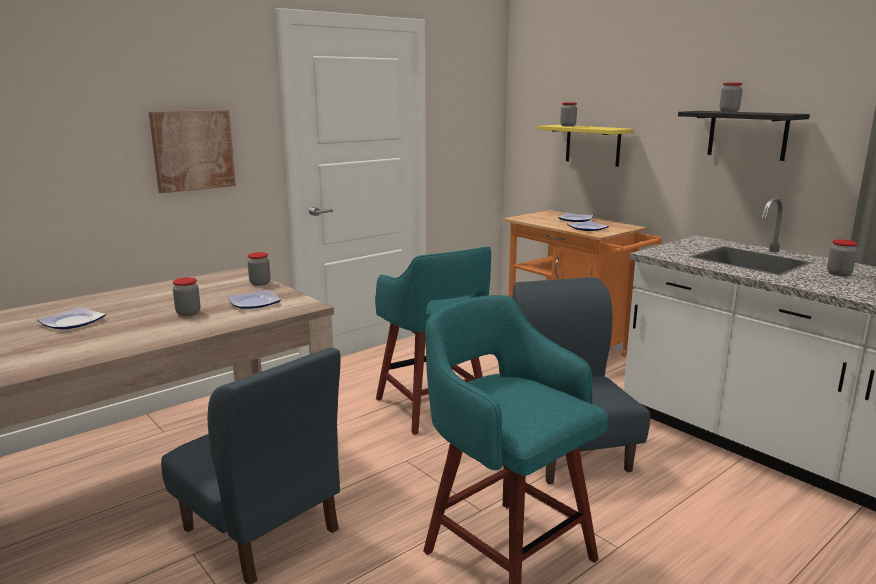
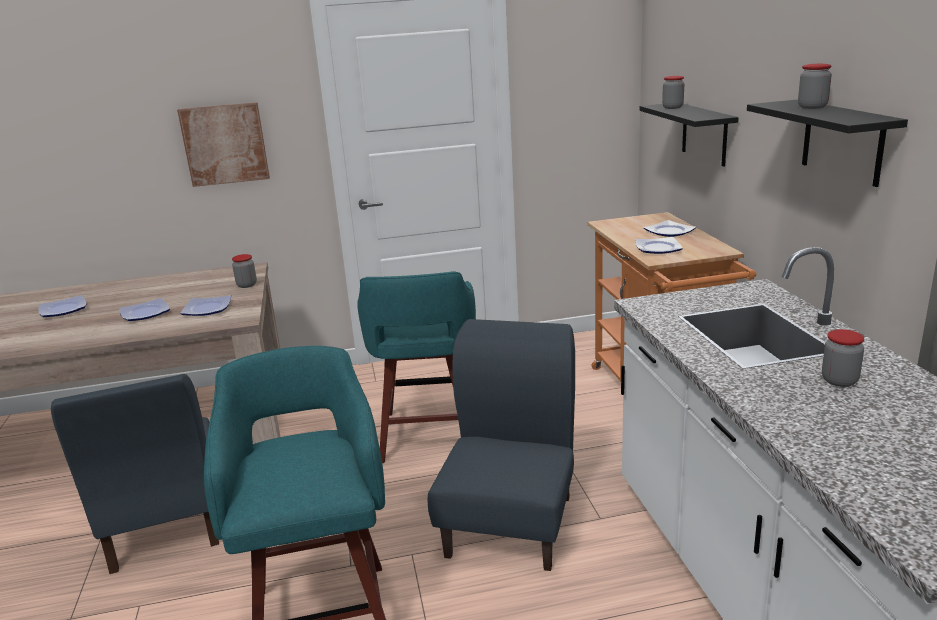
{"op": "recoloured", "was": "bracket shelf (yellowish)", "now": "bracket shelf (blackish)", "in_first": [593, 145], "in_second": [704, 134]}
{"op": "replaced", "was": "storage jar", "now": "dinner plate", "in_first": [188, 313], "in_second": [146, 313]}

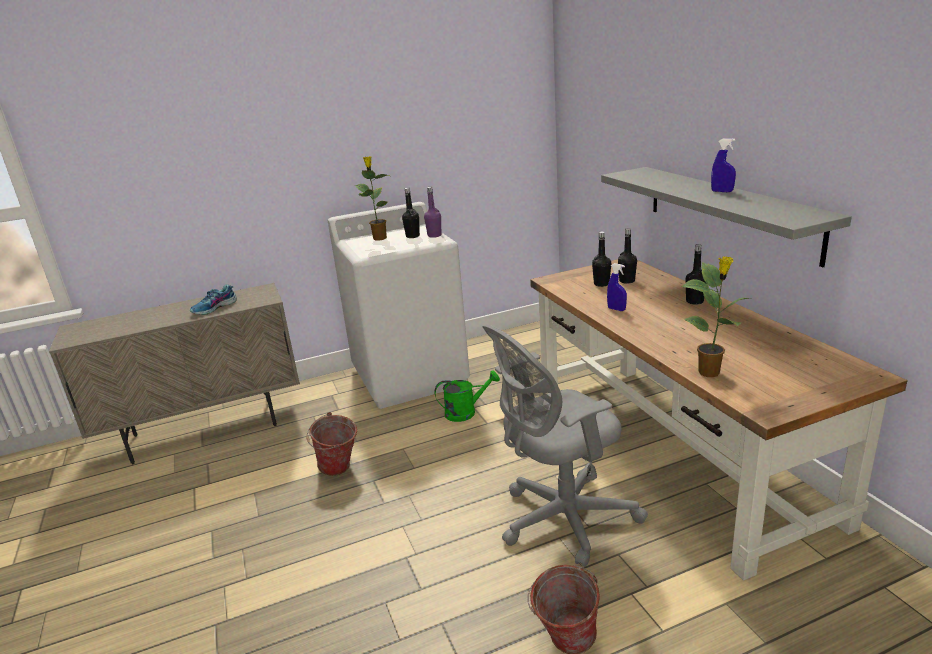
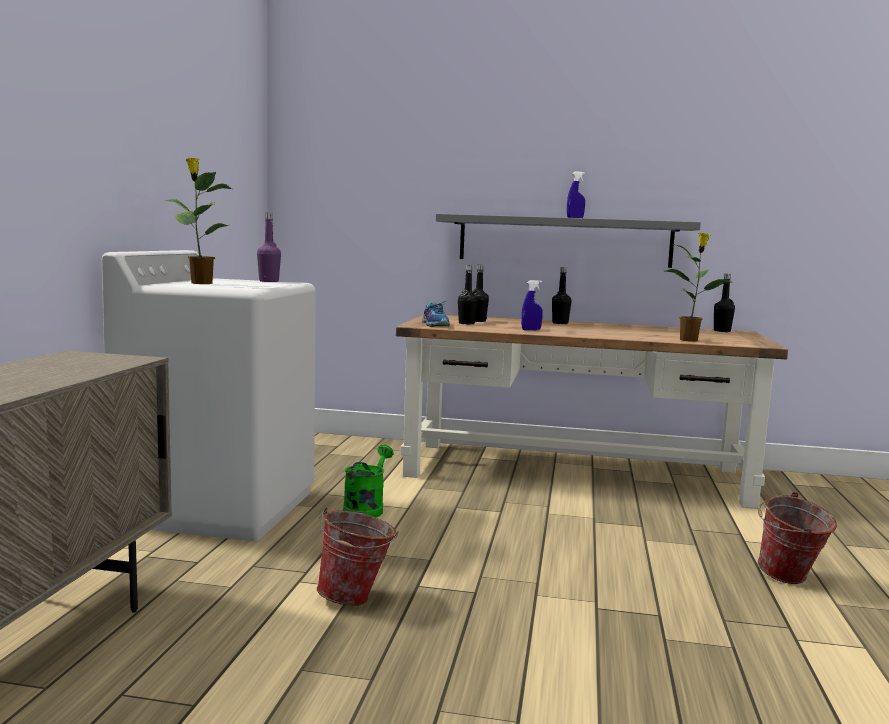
{"op": "moved", "was": "drink bottle (blackish)", "in_first": [412, 236], "in_second": [722, 331]}
{"op": "moved", "was": "low shoe", "in_first": [214, 308], "in_second": [435, 324]}
{"op": "removed", "was": "desk chair (grey)", "in_first": [561, 520]}

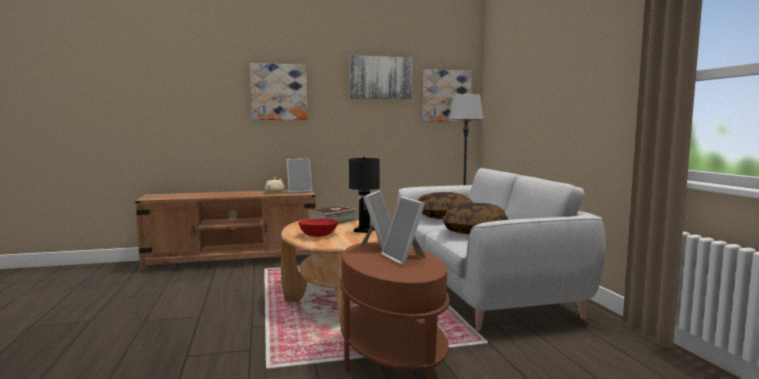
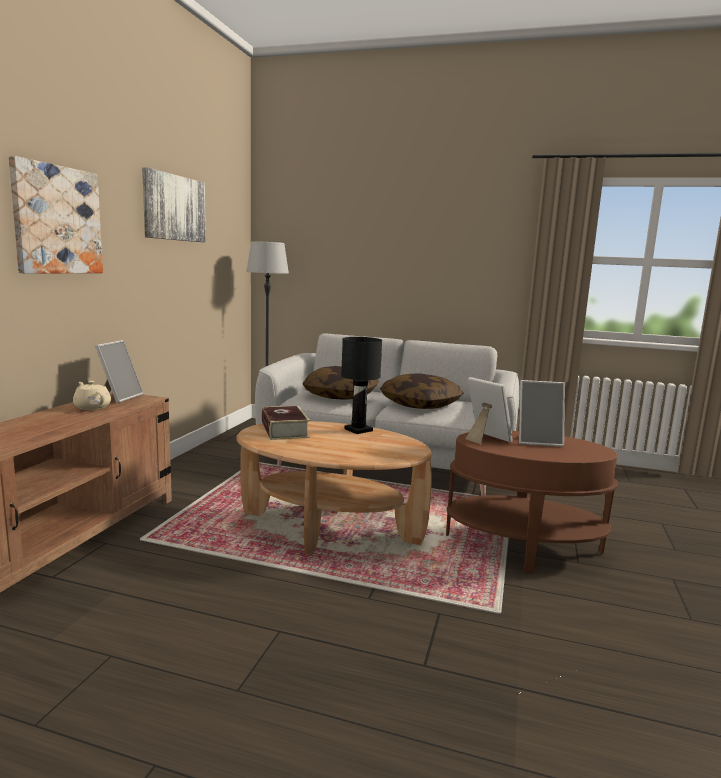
{"op": "removed", "was": "wall picture", "in_first": [446, 96]}
{"op": "removed", "was": "deep dish (red-coloured)", "in_first": [318, 235]}

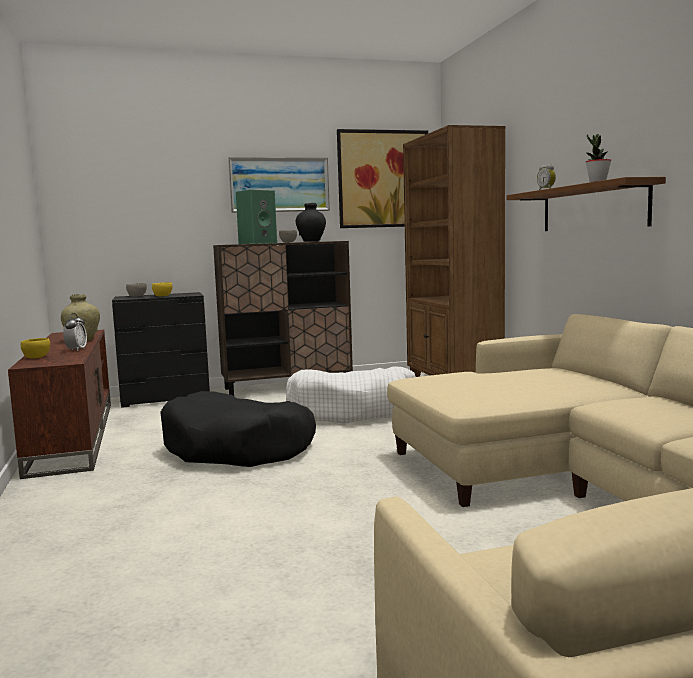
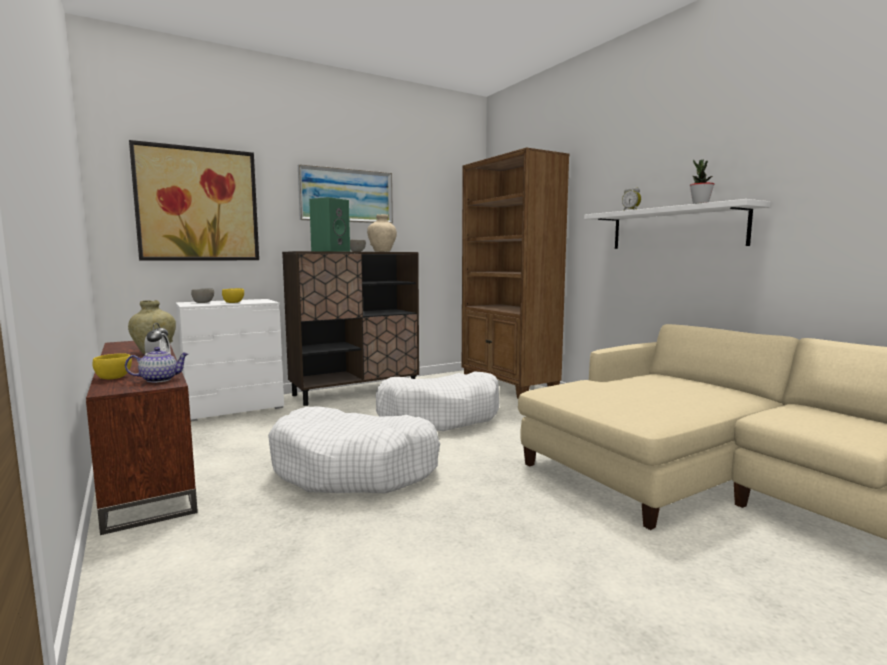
{"op": "moved", "was": "wall picture", "in_first": [383, 179], "in_second": [198, 204]}
{"op": "recoloured", "was": "bracket shelf (brown)", "now": "bracket shelf (whitish)", "in_first": [592, 208], "in_second": [675, 228]}
{"op": "recoloured", "was": "vase (blackish)", "now": "vase (beige)", "in_first": [311, 241], "in_second": [382, 251]}
{"op": "recoloured", "was": "chest of drawers (blackish)", "now": "chest of drawers (whitish)", "in_first": [166, 398], "in_second": [234, 408]}
{"op": "recoloured", "was": "dog cushion (blackish)", "now": "dog cushion (whitish)", "in_first": [238, 449], "in_second": [356, 469]}
{"op": "added", "now": "tea pot", "in_second": [159, 379]}

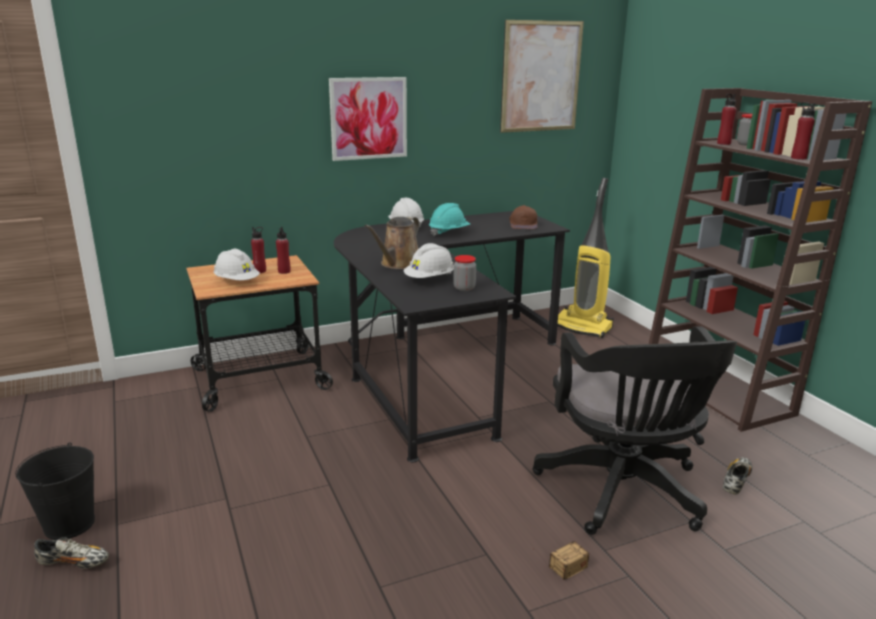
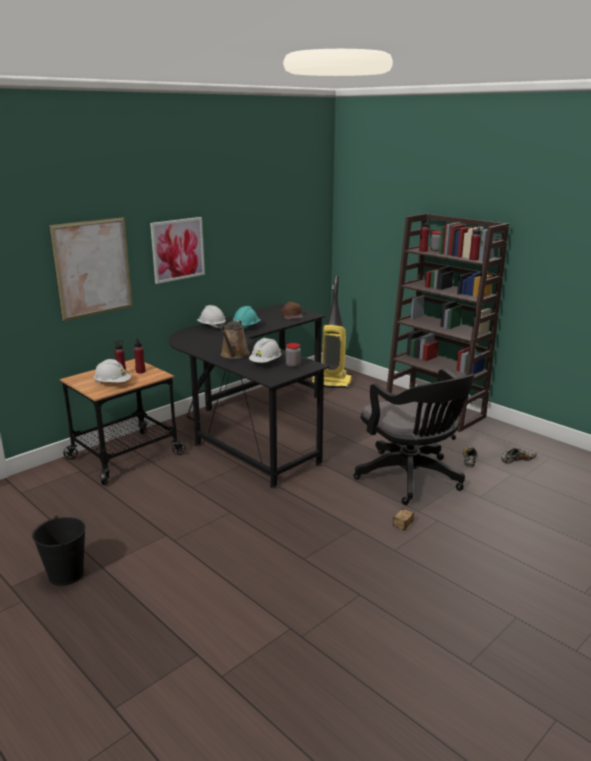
{"op": "moved", "was": "wall picture", "in_first": [541, 77], "in_second": [93, 268]}
{"op": "moved", "was": "low shoe", "in_first": [74, 563], "in_second": [518, 461]}

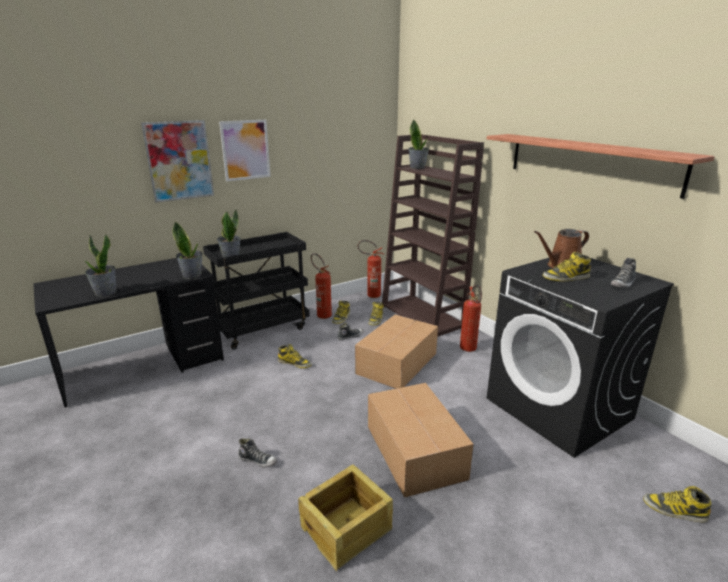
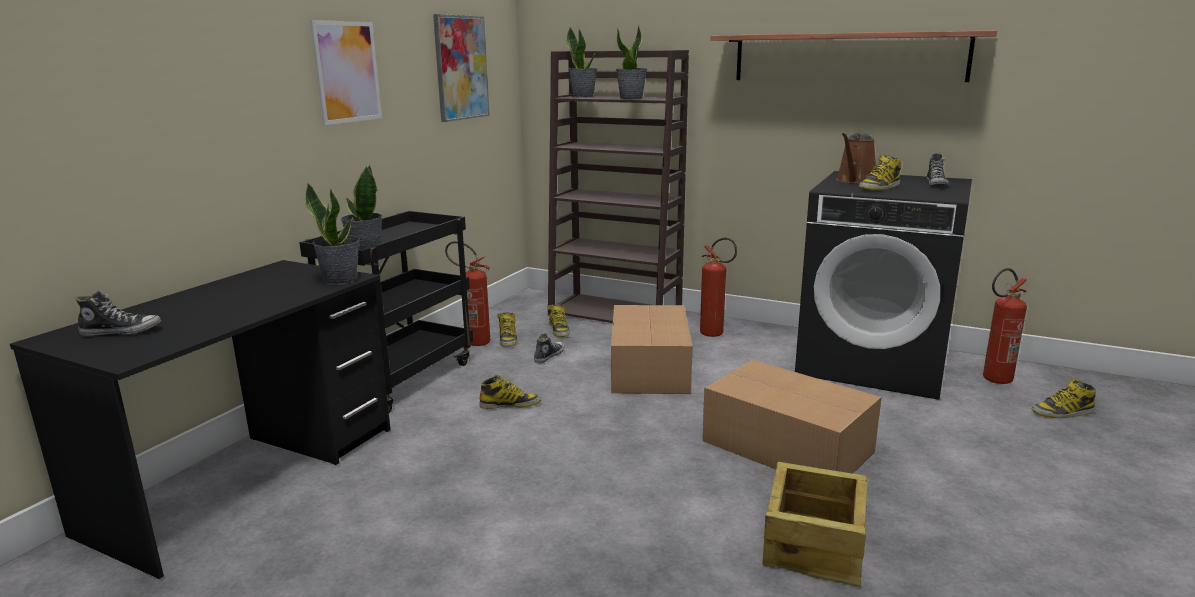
{"op": "moved", "was": "wall picture", "in_first": [179, 161], "in_second": [461, 68]}
{"op": "moved", "was": "plant in a pot", "in_first": [105, 293], "in_second": [631, 98]}
{"op": "moved", "was": "fire-fighting cylinder", "in_first": [370, 295], "in_second": [993, 380]}
{"op": "moved", "was": "low shoe", "in_first": [258, 460], "in_second": [122, 331]}

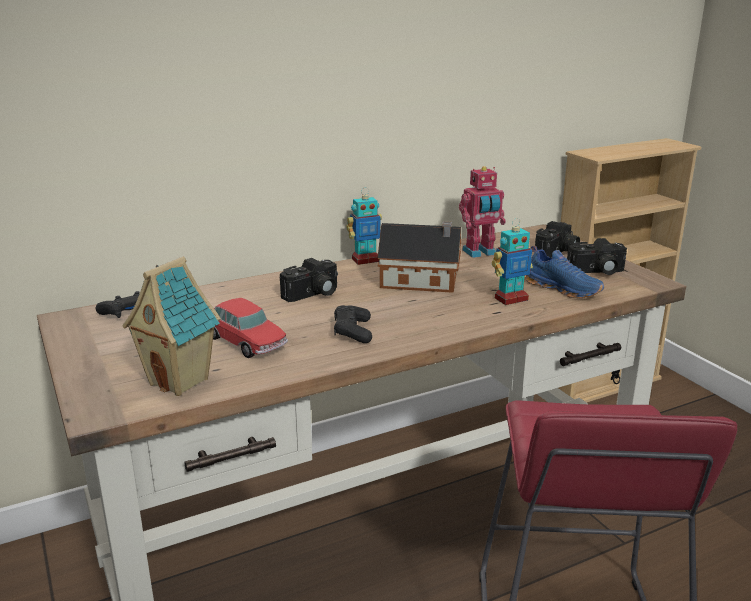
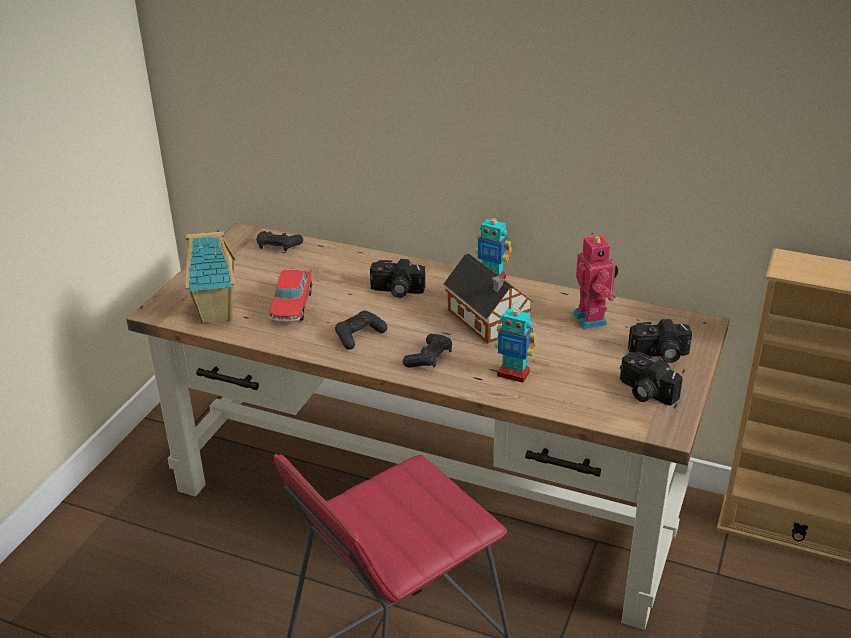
{"op": "turned", "was": "model robot", "in_first": [480, 253], "in_second": [592, 318], "clockwise": -135}
{"op": "removed", "was": "low shoe (bluish)", "in_first": [564, 289]}
{"op": "added", "now": "gamepad (blackish)", "in_second": [429, 358]}

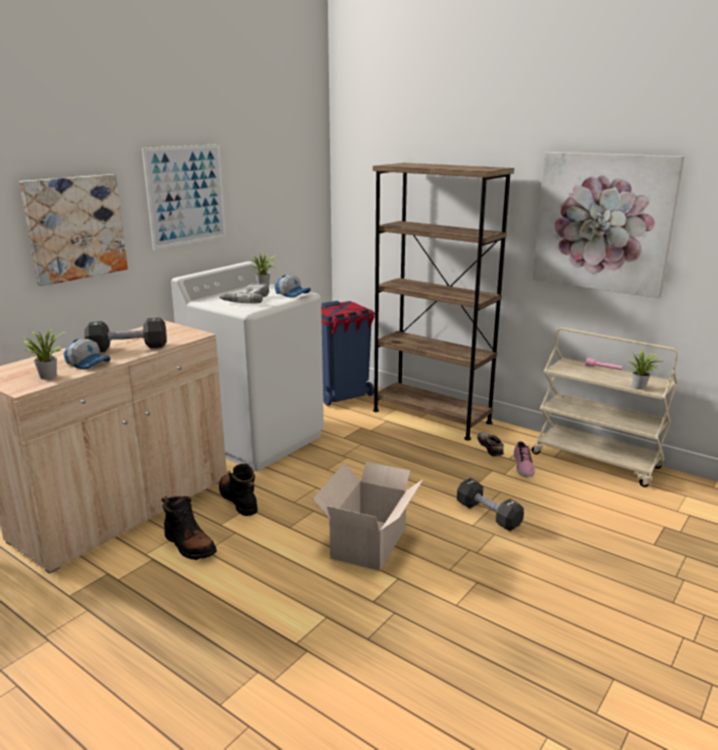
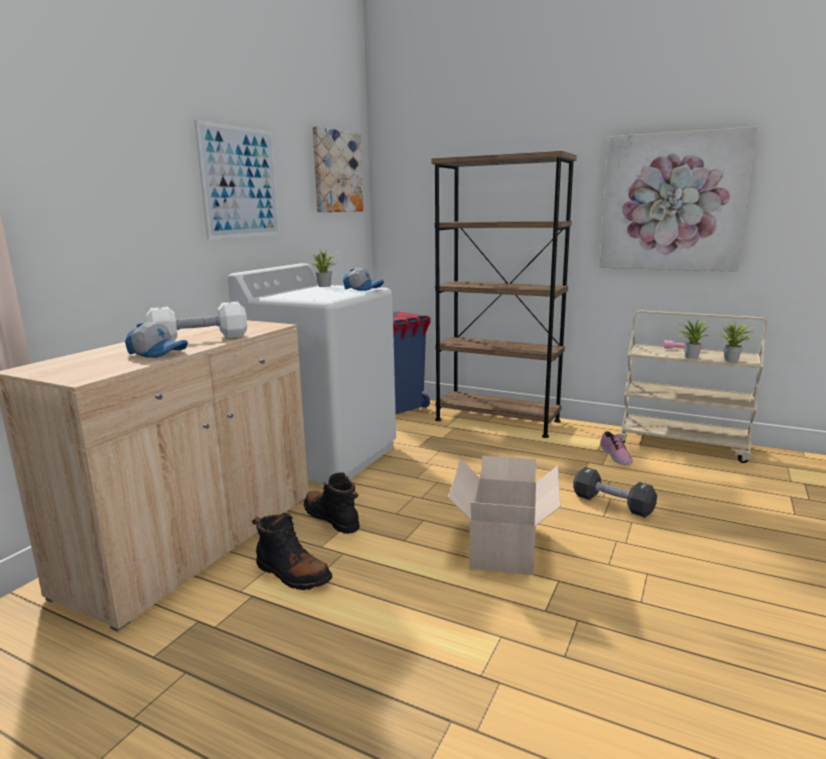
{"op": "moved", "was": "wall picture", "in_first": [75, 228], "in_second": [337, 172]}
{"op": "removed", "was": "electric drill", "in_first": [245, 299]}
{"op": "recoloured", "was": "free weight (blackish)", "now": "free weight (whitish)", "in_first": [128, 348], "in_second": [199, 339]}
{"op": "moved", "was": "plant in a pot", "in_first": [48, 375], "in_second": [689, 356]}
{"op": "removed", "was": "low shoe", "in_first": [491, 447]}

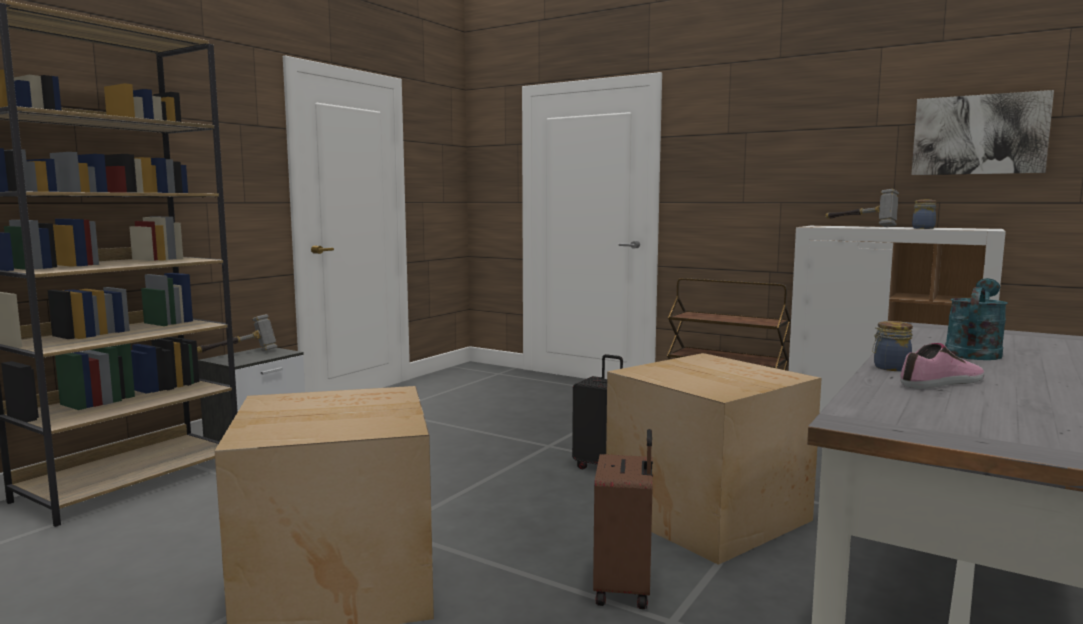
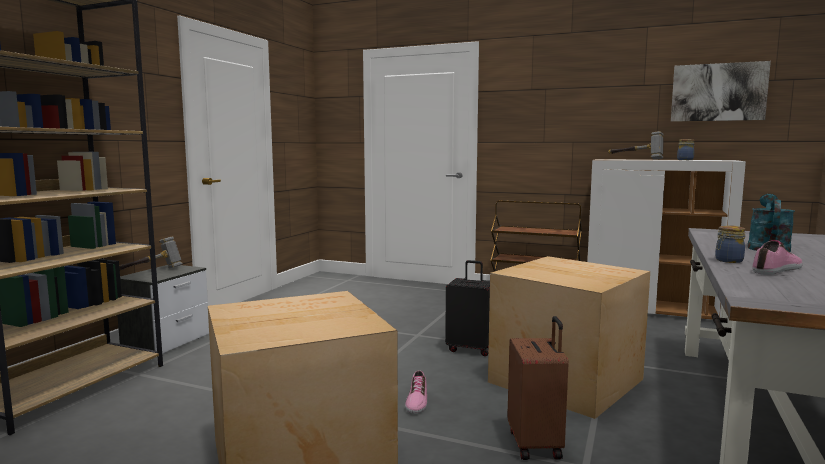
{"op": "added", "now": "low shoe", "in_second": [416, 400]}

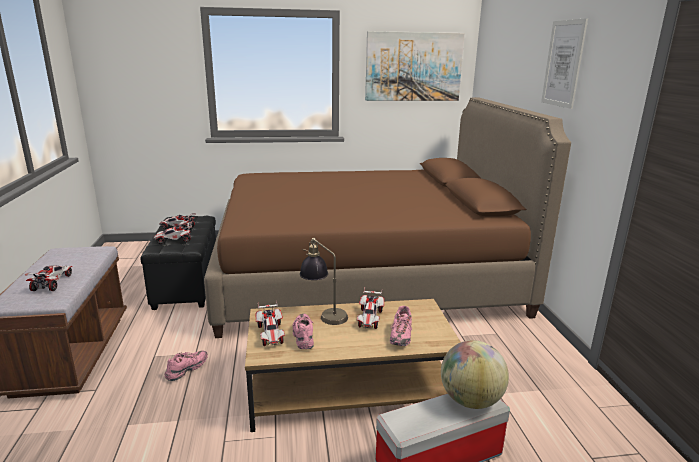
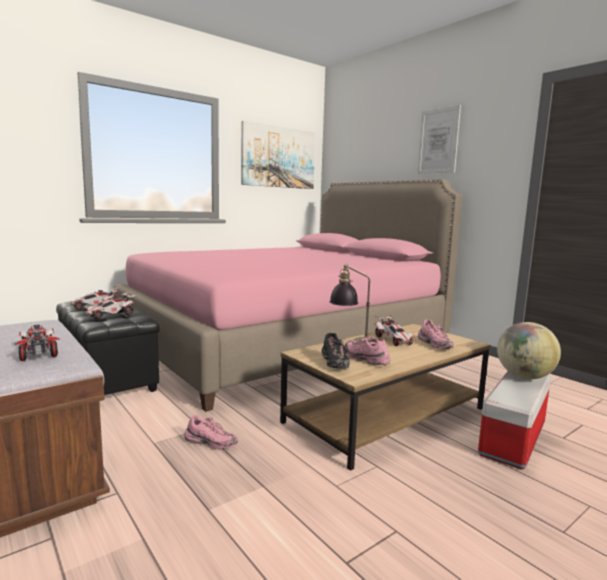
{"op": "recoloured", "was": "sleeping bed (brown)", "now": "sleeping bed (pinkish)", "in_first": [363, 276], "in_second": [285, 342]}
{"op": "replaced", "was": "model car", "now": "low shoe (blackish)", "in_first": [271, 334], "in_second": [334, 363]}
{"op": "turned", "was": "low shoe (pinkish)", "in_first": [187, 370], "in_second": [211, 443], "clockwise": 105}

